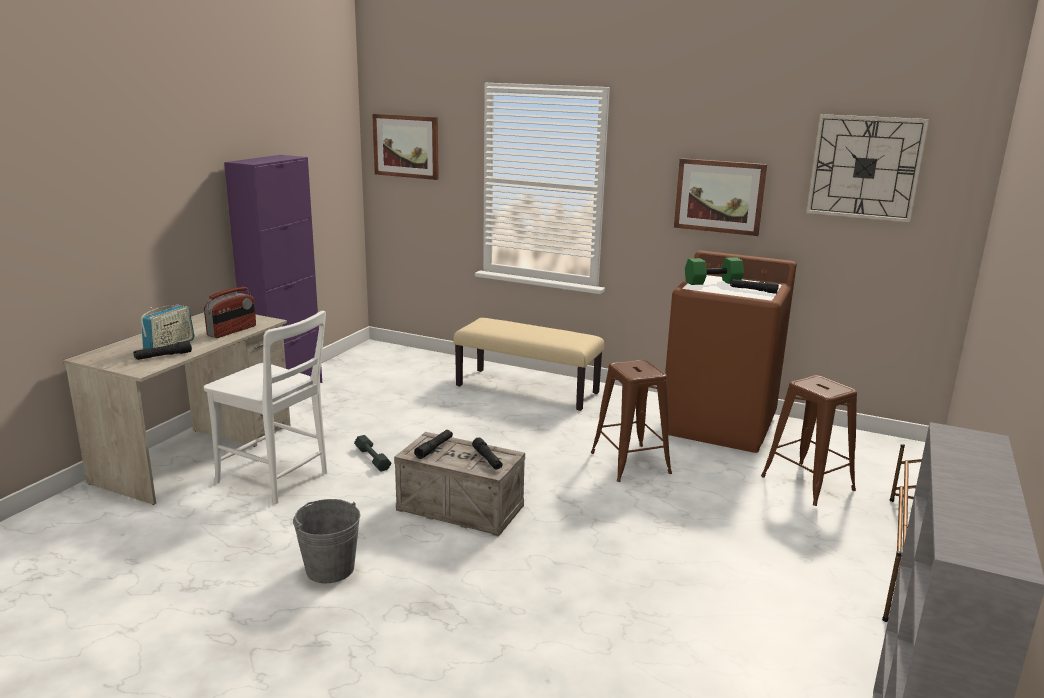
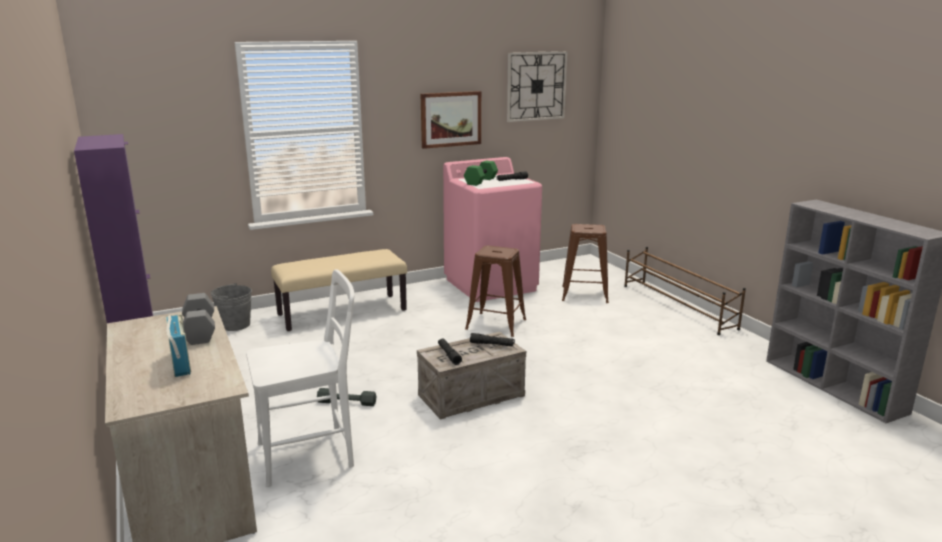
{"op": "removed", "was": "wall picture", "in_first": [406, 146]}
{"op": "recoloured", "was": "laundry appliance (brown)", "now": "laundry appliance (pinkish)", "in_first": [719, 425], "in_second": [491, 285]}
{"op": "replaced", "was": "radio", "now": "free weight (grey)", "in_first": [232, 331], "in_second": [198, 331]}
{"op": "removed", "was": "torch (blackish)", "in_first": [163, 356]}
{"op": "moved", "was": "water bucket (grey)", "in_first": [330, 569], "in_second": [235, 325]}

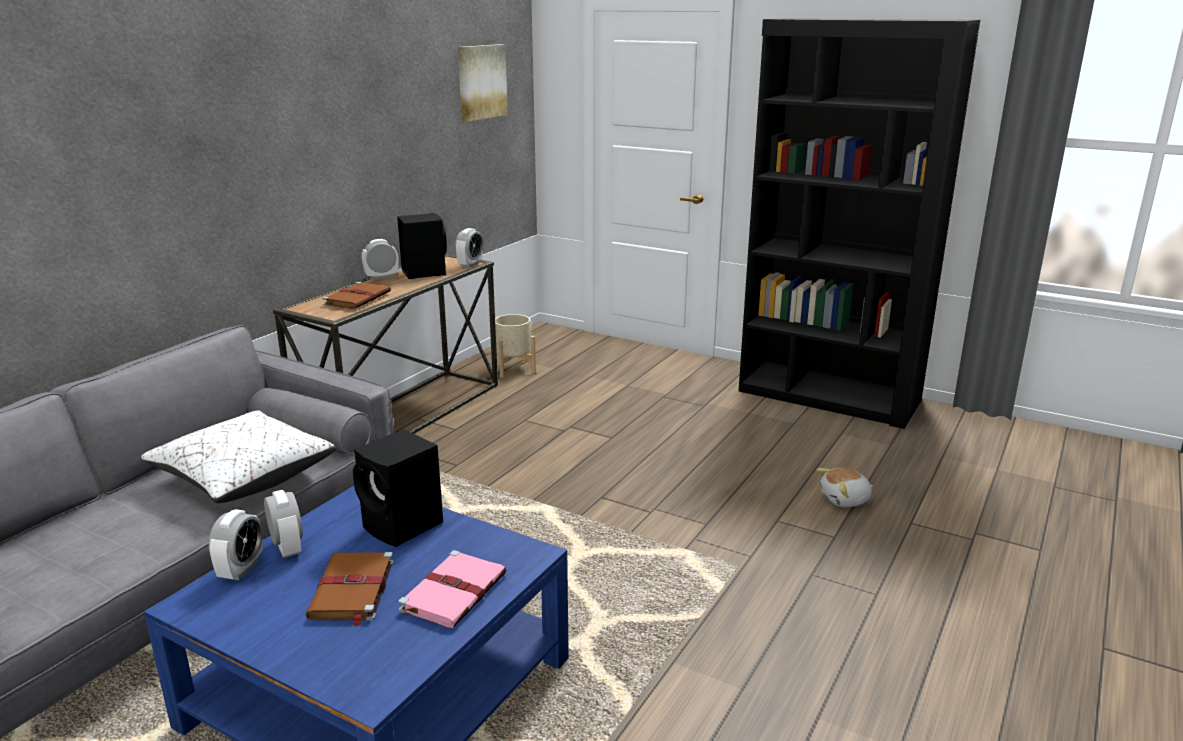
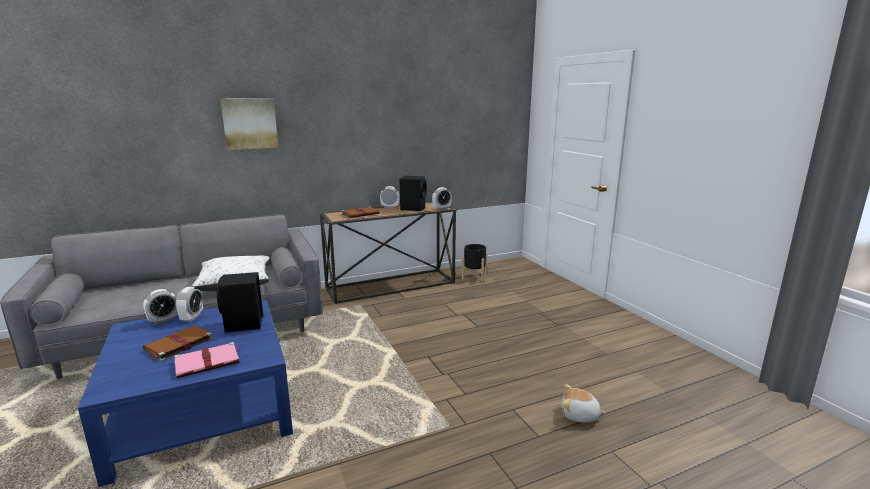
{"op": "removed", "was": "shelving unit (blackish)", "in_first": [829, 396]}
{"op": "moved", "was": "wall picture", "in_first": [481, 82], "in_second": [250, 123]}
{"op": "recoloured", "was": "flower pot (beige)", "now": "flower pot (blackish)", "in_first": [513, 369], "in_second": [474, 276]}

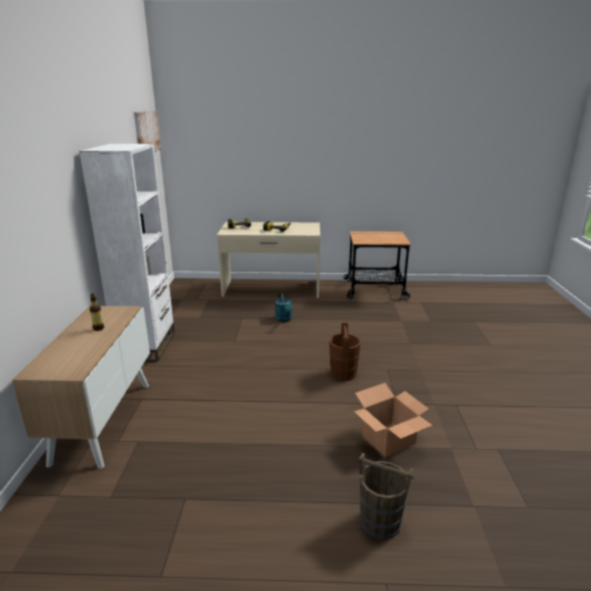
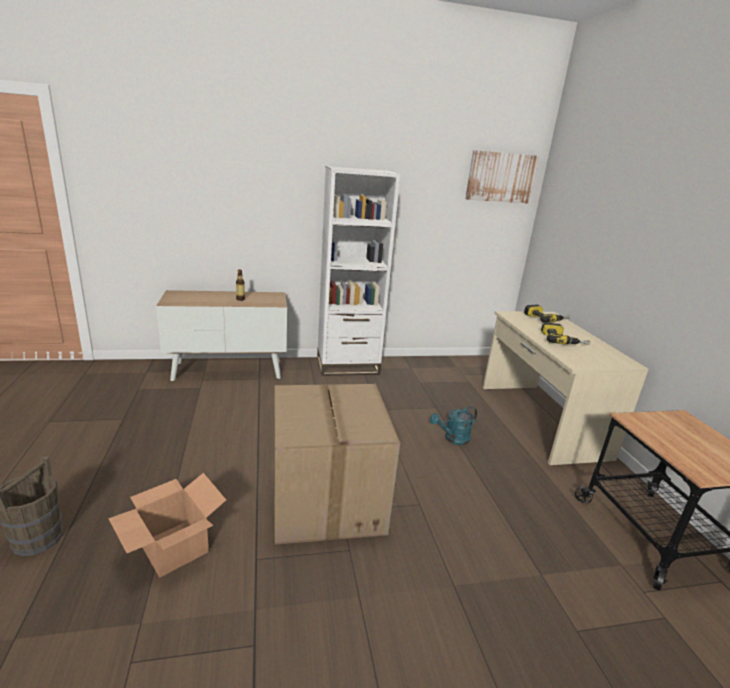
{"op": "replaced", "was": "water bucket (brown)", "now": "cardboard box", "in_first": [343, 373], "in_second": [328, 501]}

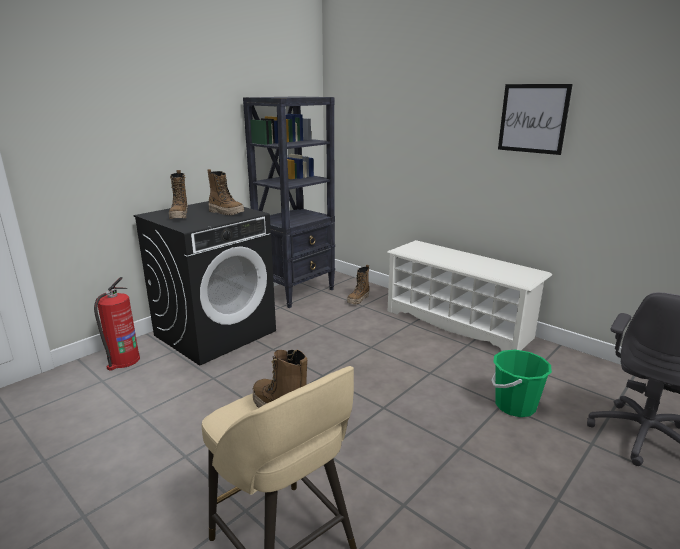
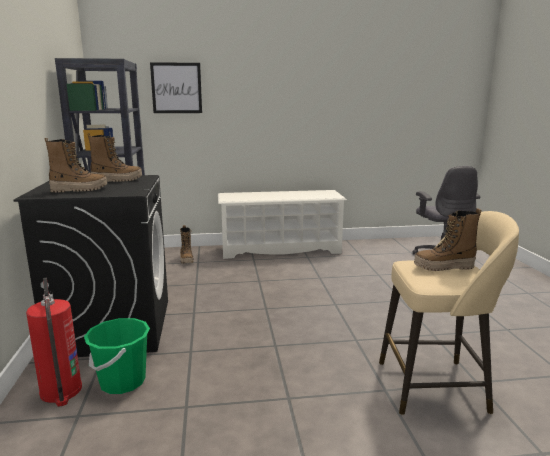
{"op": "moved", "was": "wall picture", "in_first": [533, 118], "in_second": [176, 88]}
{"op": "turned", "was": "tall boot", "in_first": [180, 216], "in_second": [79, 190], "clockwise": -45}
{"op": "moved", "was": "water bucket (green-coloured)", "in_first": [515, 406], "in_second": [122, 382]}

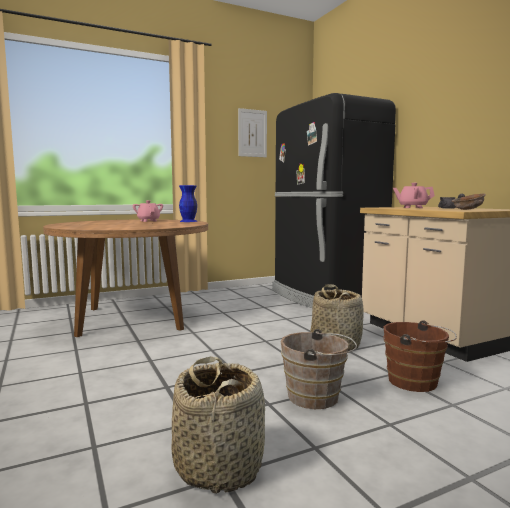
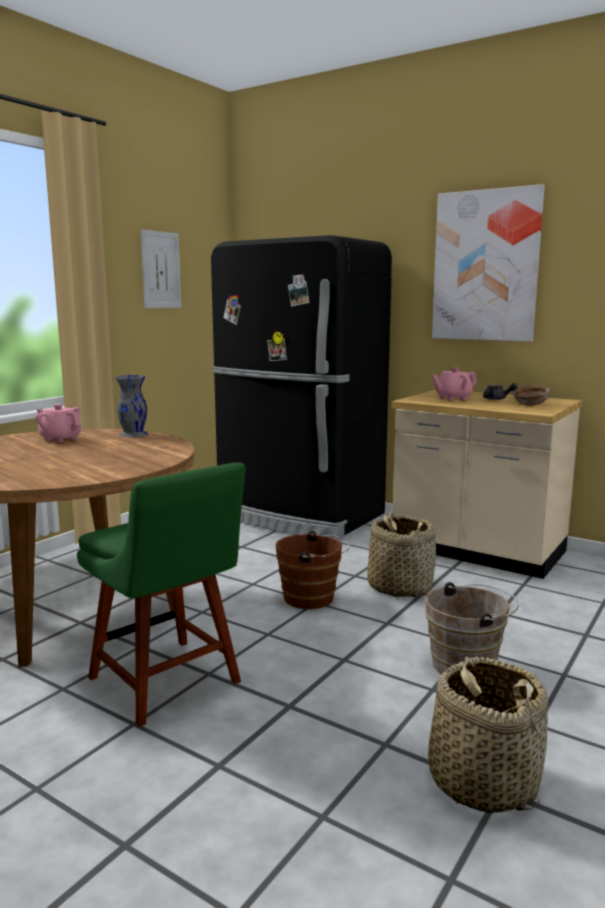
{"op": "recoloured", "was": "vase (bluish)", "now": "vase (grey)", "in_first": [188, 221], "in_second": [133, 434]}
{"op": "moved", "was": "water bucket (brown)", "in_first": [416, 382], "in_second": [313, 598]}
{"op": "added", "now": "wall picture", "in_second": [485, 266]}
{"op": "added", "now": "upright chair (green-coloured)", "in_second": [168, 683]}

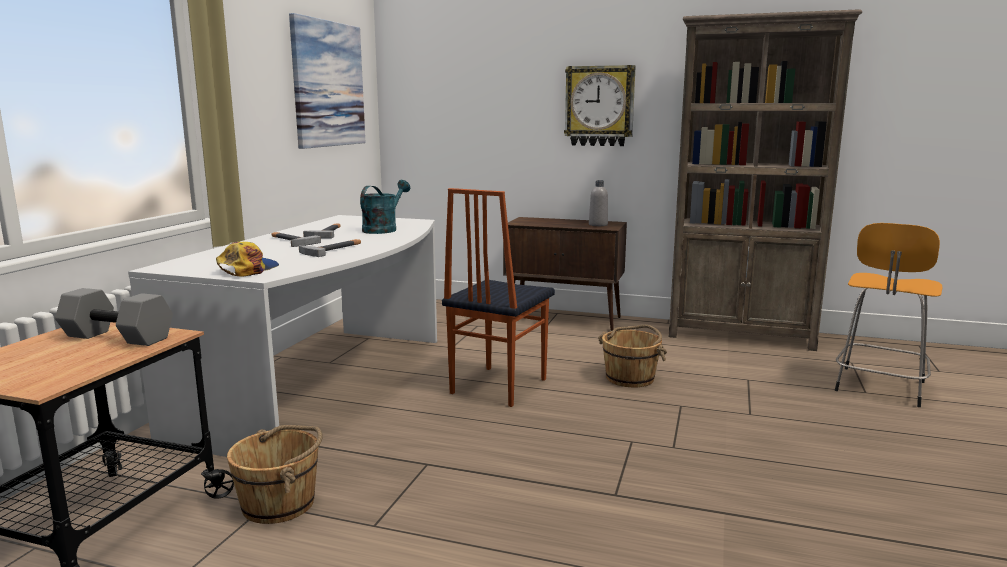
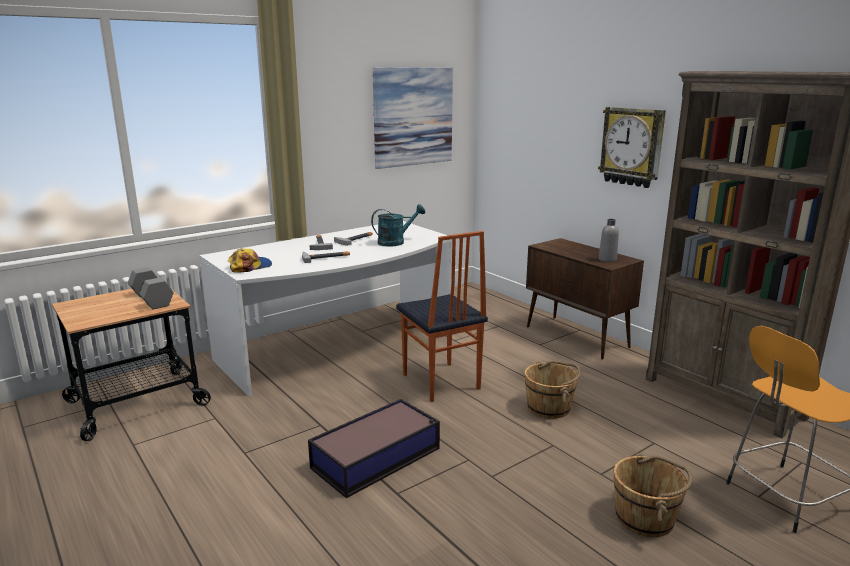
{"op": "turned", "was": "upright chair", "in_first": [497, 386], "in_second": [440, 382], "clockwise": -90}
{"op": "moved", "was": "water bucket (brown)", "in_first": [280, 503], "in_second": [645, 518]}
{"op": "added", "now": "storage bin", "in_second": [378, 457]}

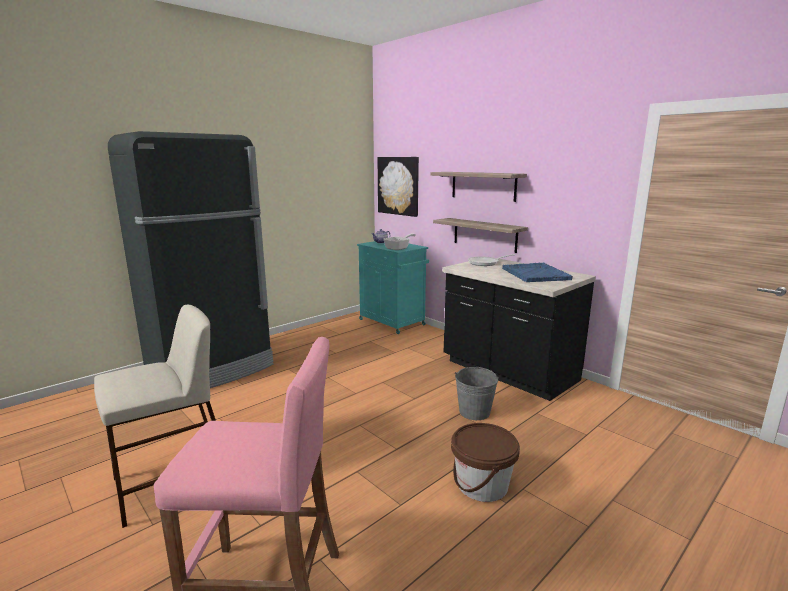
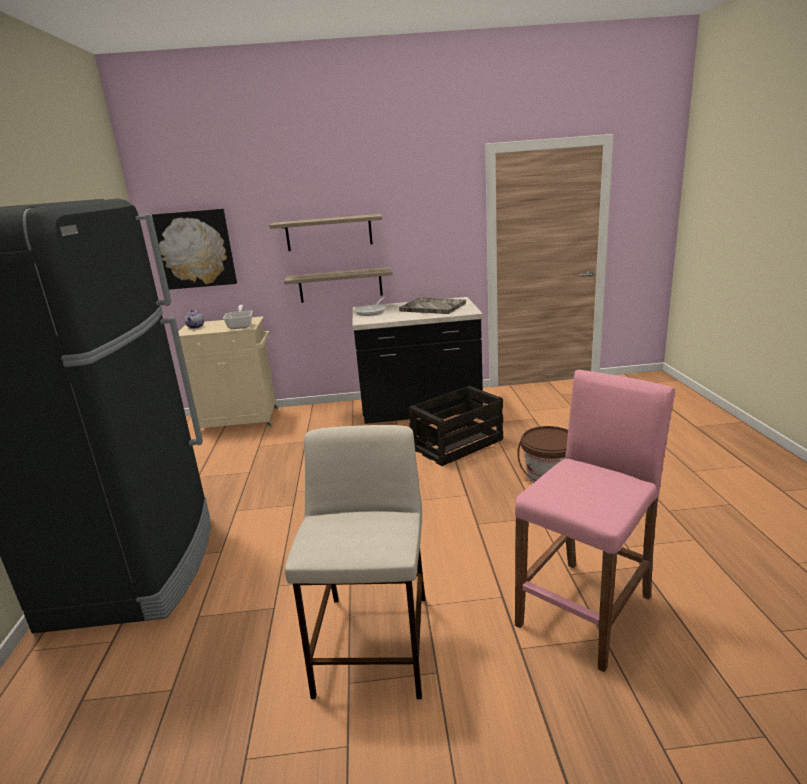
{"op": "recoloured", "was": "cabinet (turquoise)", "now": "cabinet (beige)", "in_first": [393, 322], "in_second": [240, 421]}
{"op": "recoloured", "was": "carrying tray (bluish)", "now": "carrying tray (grey)", "in_first": [535, 274], "in_second": [432, 307]}
{"op": "replaced", "was": "water bucket (grey)", "now": "packing crate", "in_first": [474, 412], "in_second": [457, 444]}

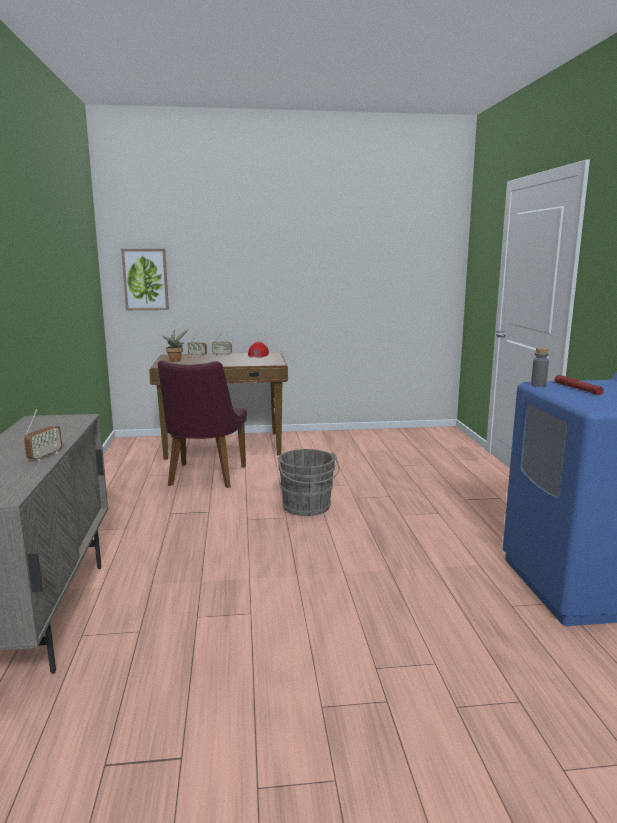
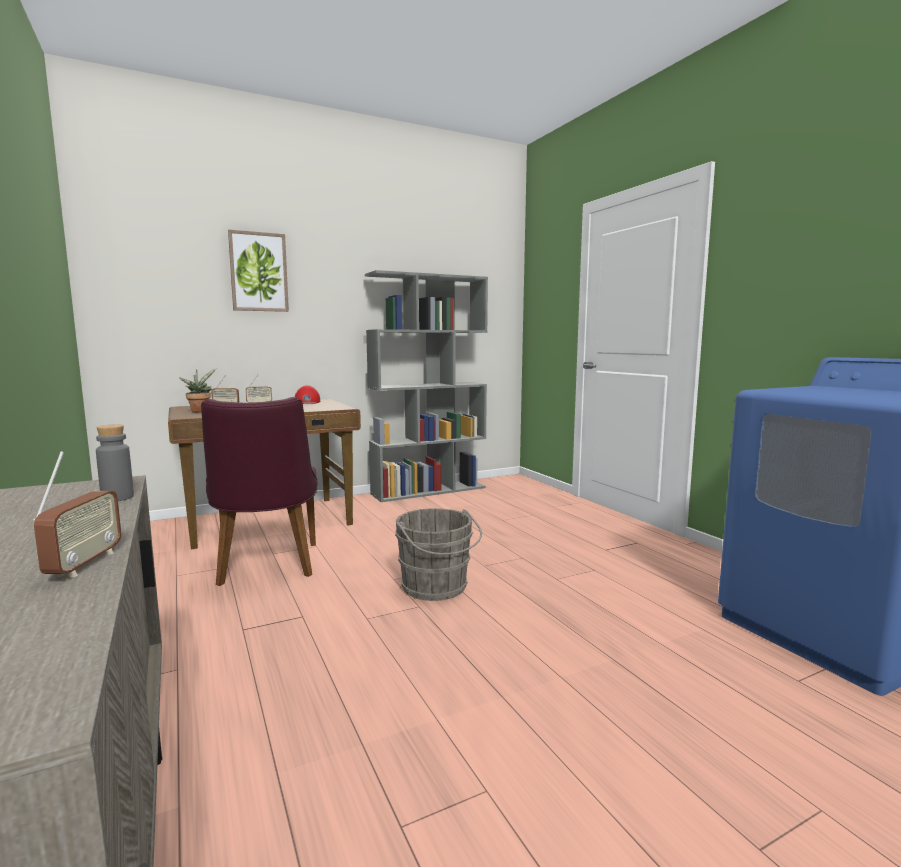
{"op": "moved", "was": "wall picture", "in_first": [145, 279], "in_second": [258, 272]}
{"op": "moved", "was": "drink bottle (grey)", "in_first": [538, 385], "in_second": [117, 498]}
{"op": "removed", "was": "torch (red-coloured)", "in_first": [577, 389]}
{"op": "added", "now": "shelving unit (grey)", "in_second": [429, 490]}

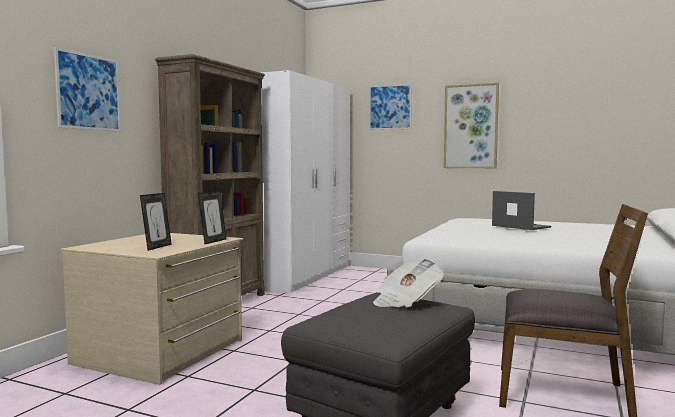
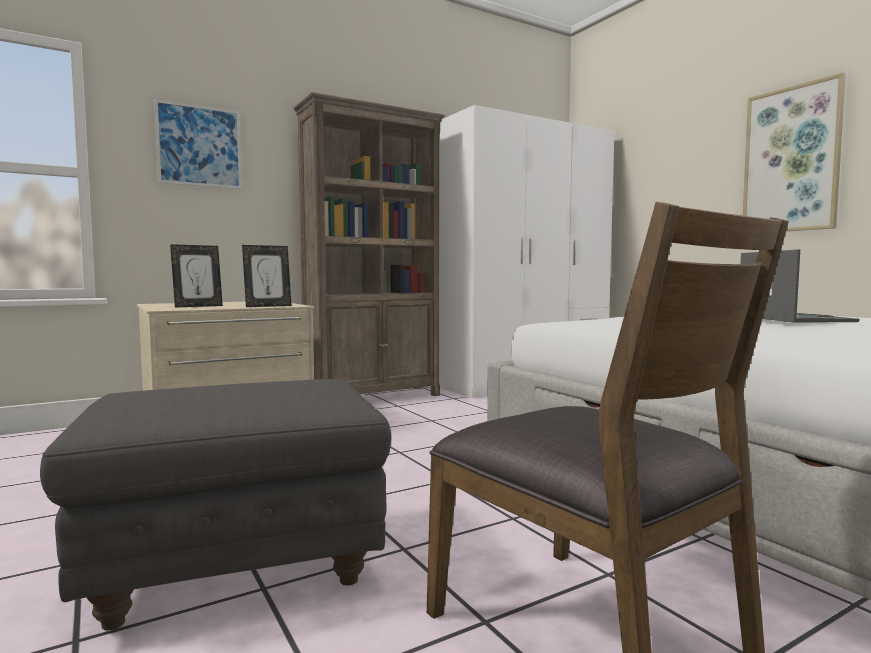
{"op": "removed", "was": "wall picture", "in_first": [390, 107]}
{"op": "removed", "was": "printed paper", "in_first": [406, 301]}

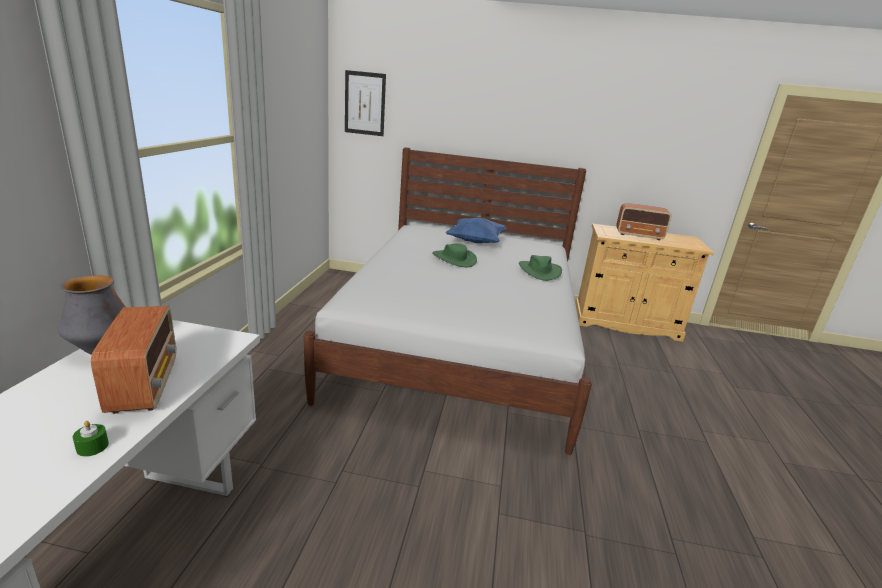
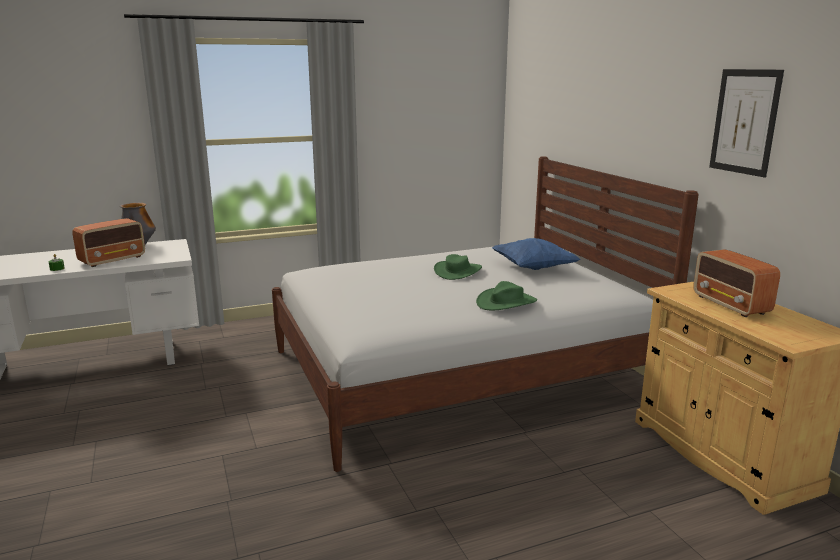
{"op": "moved", "was": "wall picture", "in_first": [365, 103], "in_second": [744, 122]}

